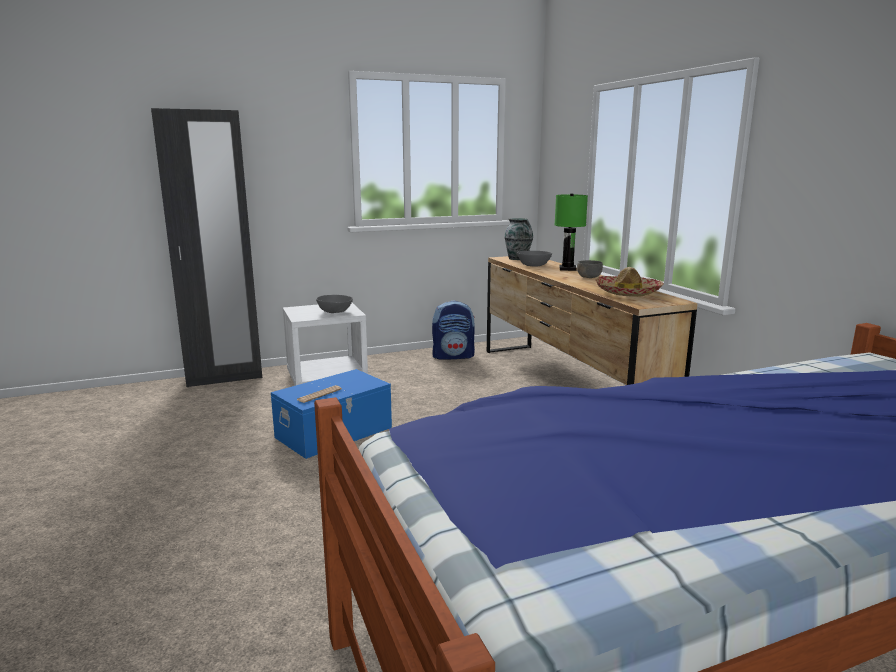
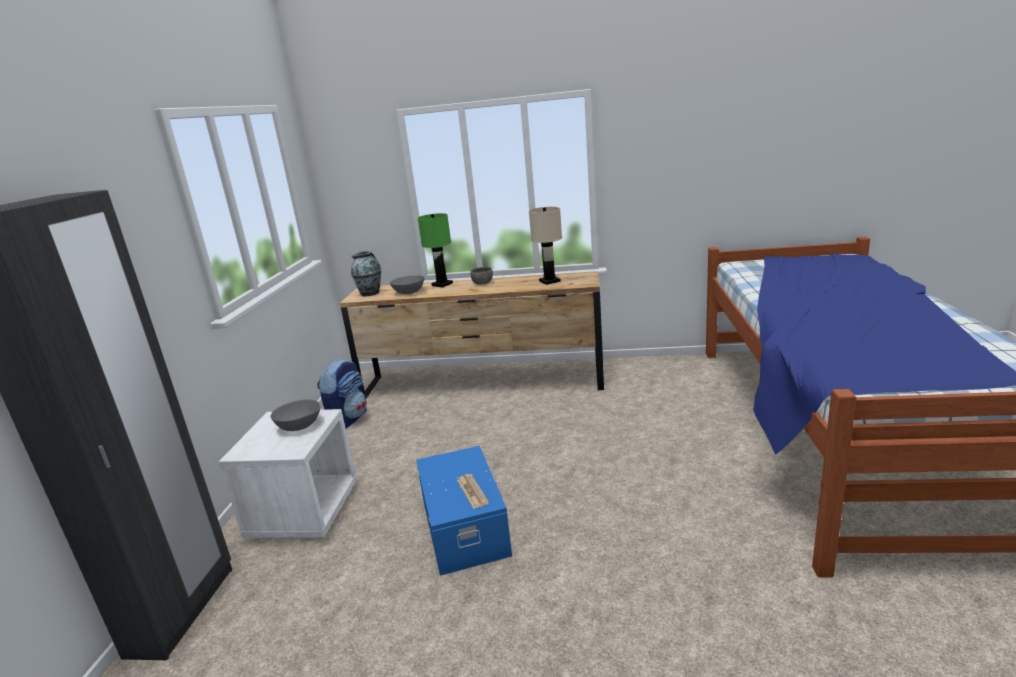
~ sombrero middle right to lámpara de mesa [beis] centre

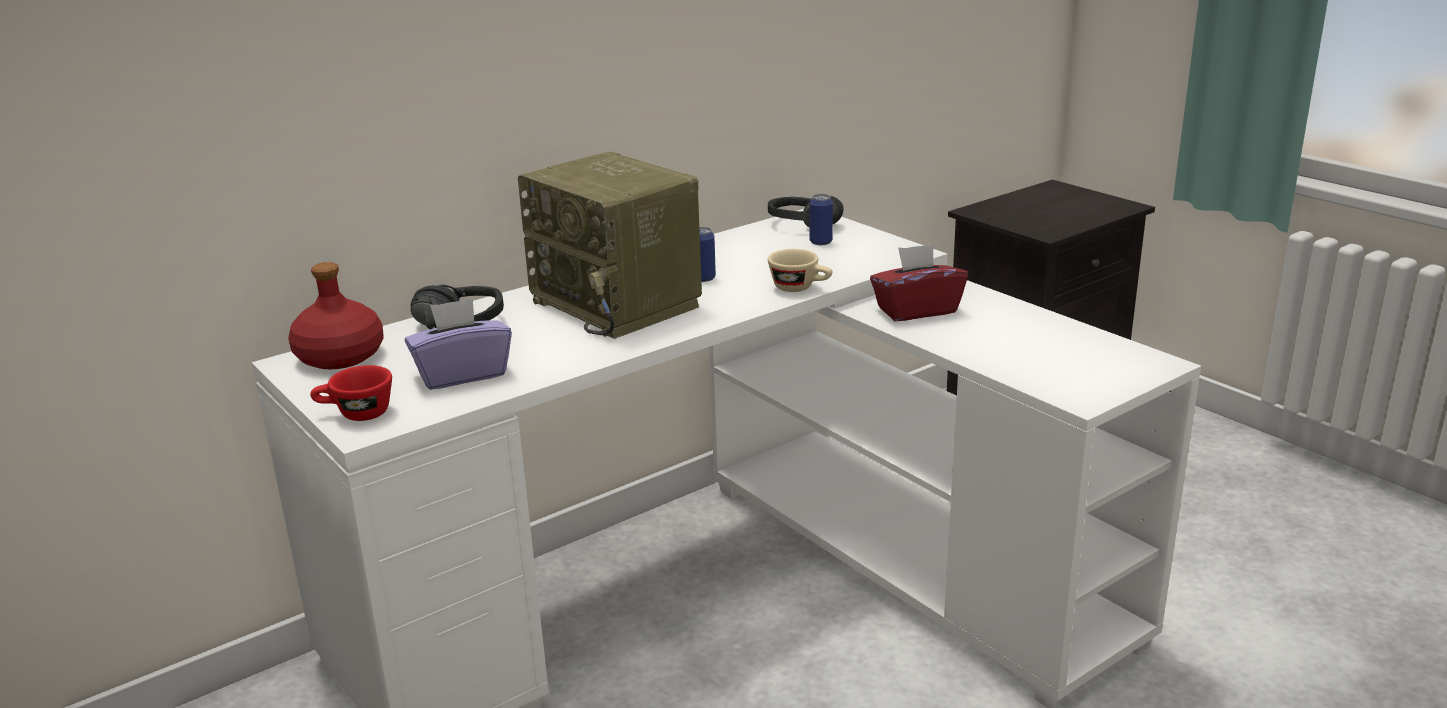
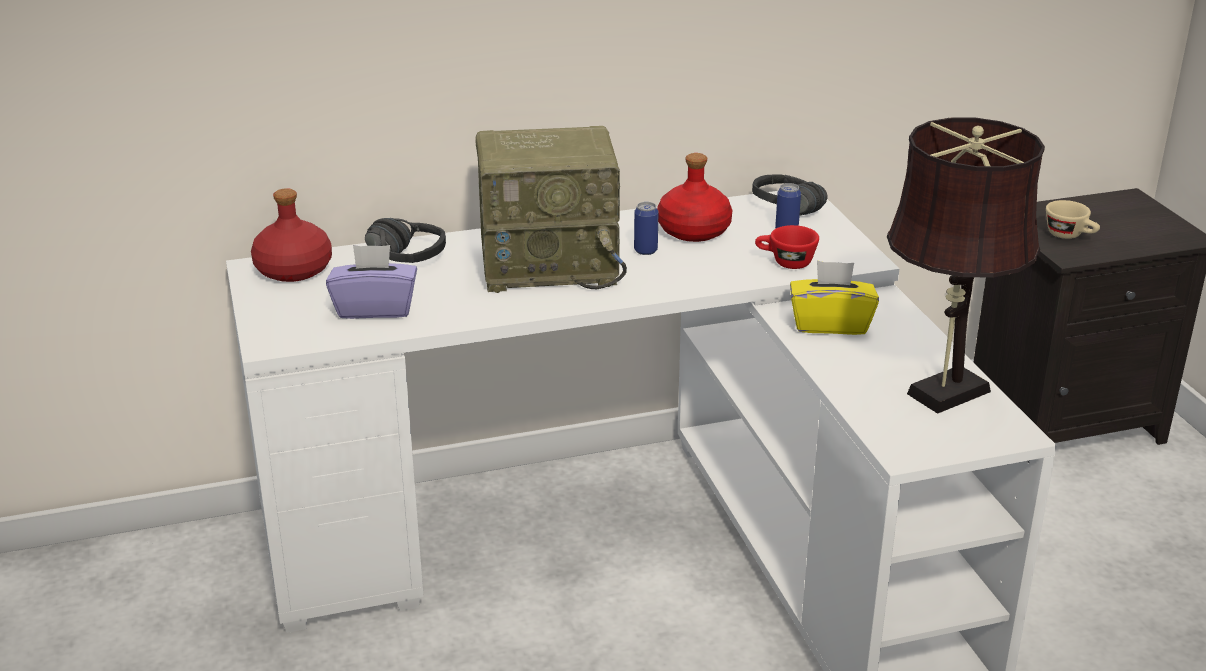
~ radio centre = top centre 75 degrees counterclockwise
+ botella [rojo] (2nd from left) top centre
~ taza [rojo] middle left to centre
~ caja de pañuelos [rojo] centre to caja de pañuelos [amarillo] middle right
+ lámpara de mesa [marrón] middle right
~ taza [beis] centre to top right

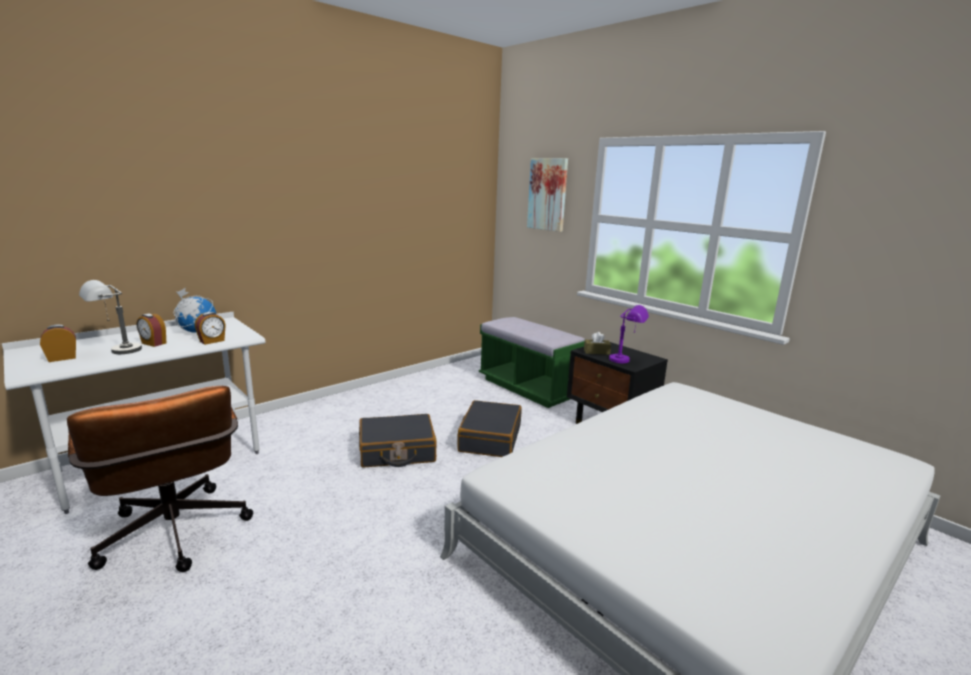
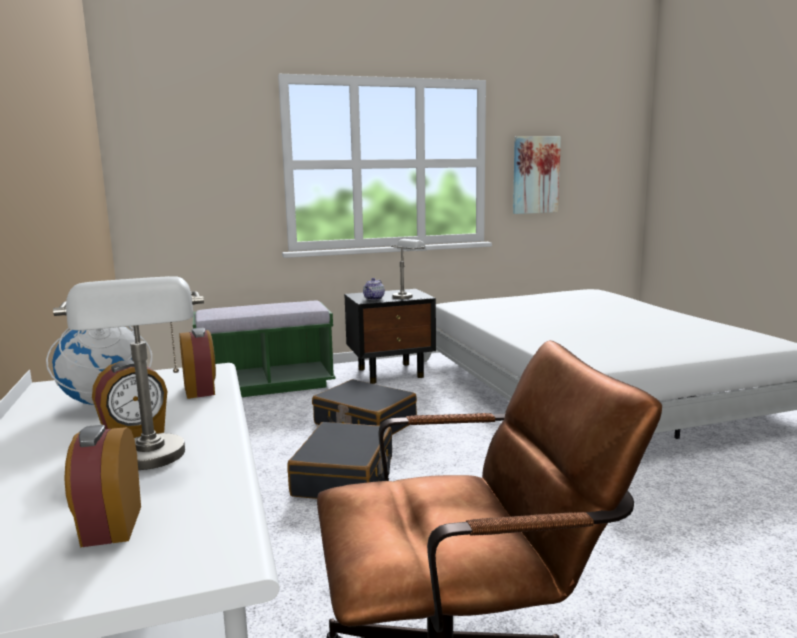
~ caja de pañuelos [marrón] centre to tetera centre
~ lámpara de mesa [morado] centre to lámpara de mesa [gris] (2nd from left) centre
~ cuadro top centre to top right

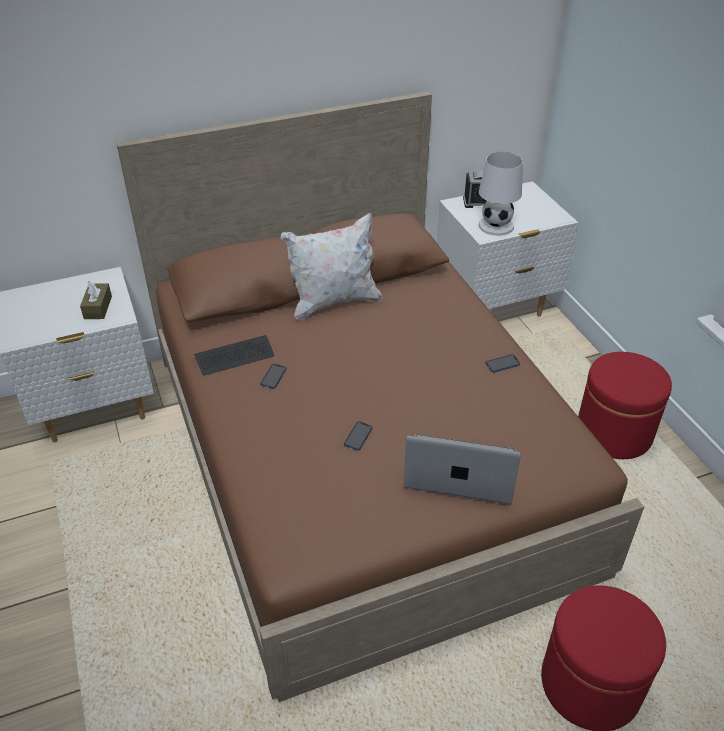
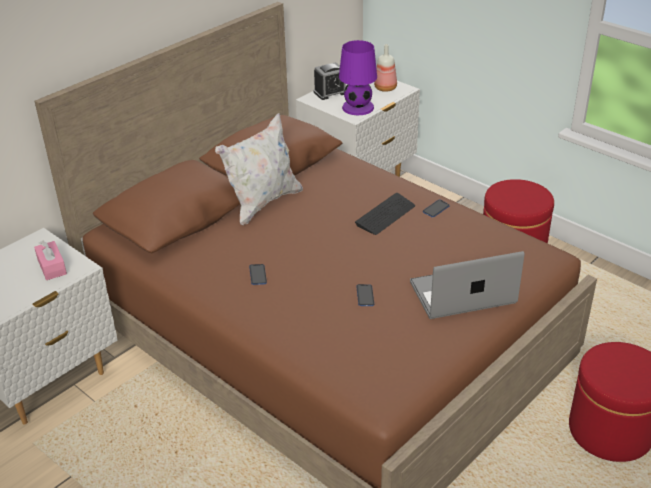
~ caja de pañuelos [marrón] middle left to caja de pañuelos [rosa] middle left
~ lámpara de mesa [blanco] top right to lámpara de mesa [morado] top centre
~ teclado middle left to centre
+ botella top centre

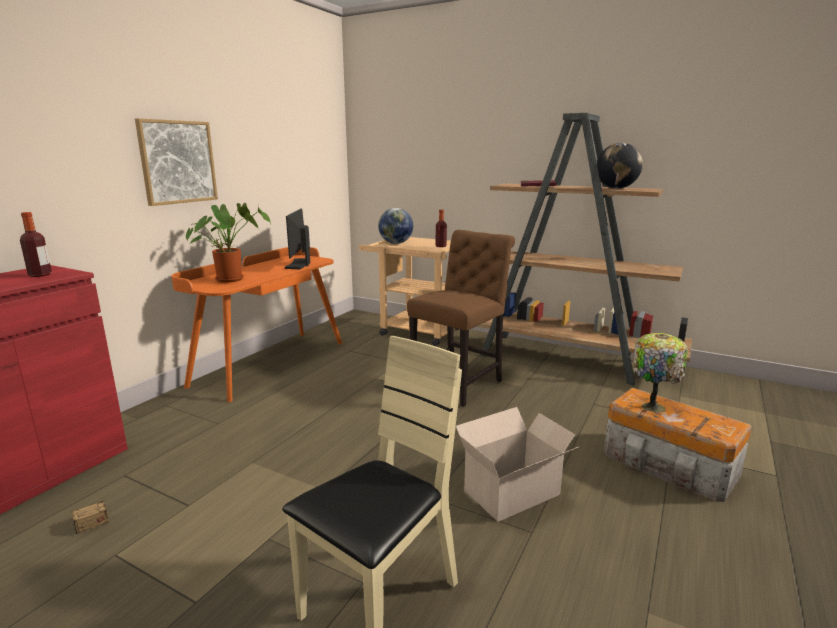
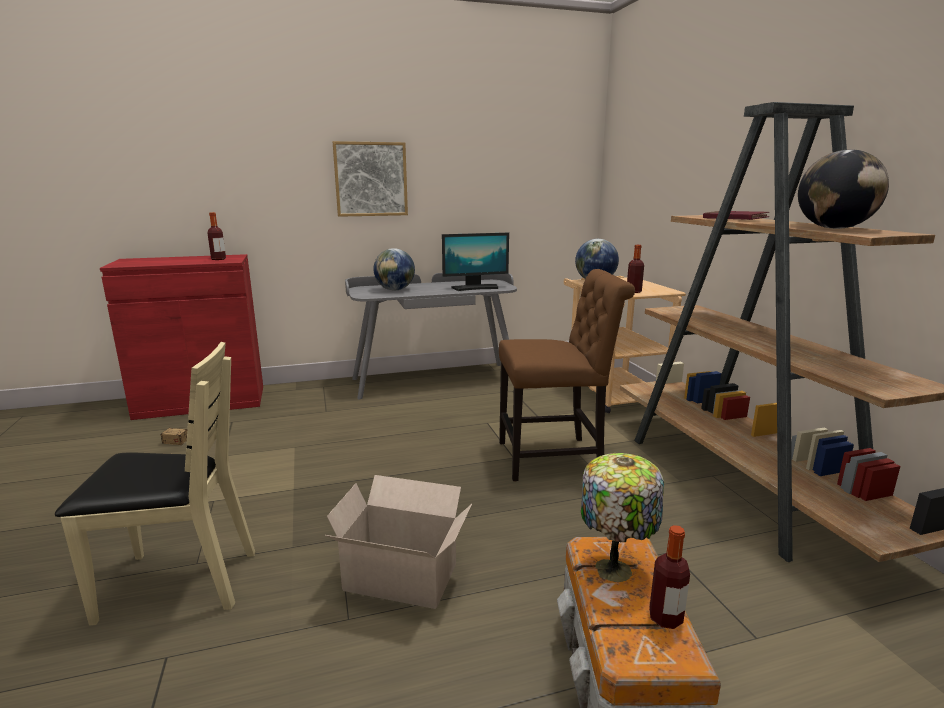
~ escritorio [naranja] middle left to escritorio [gris] centre
~ planta en maceta middle left to globo terráqueo (1st from left) centre
~ monitor centre = centre 150 degrees counterclockwise
+ botella (3rd from left) bottom right

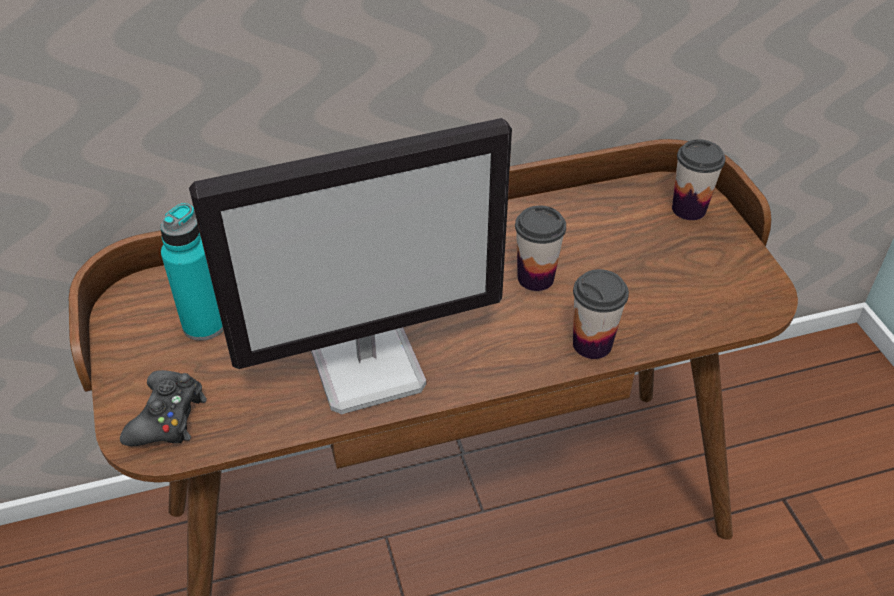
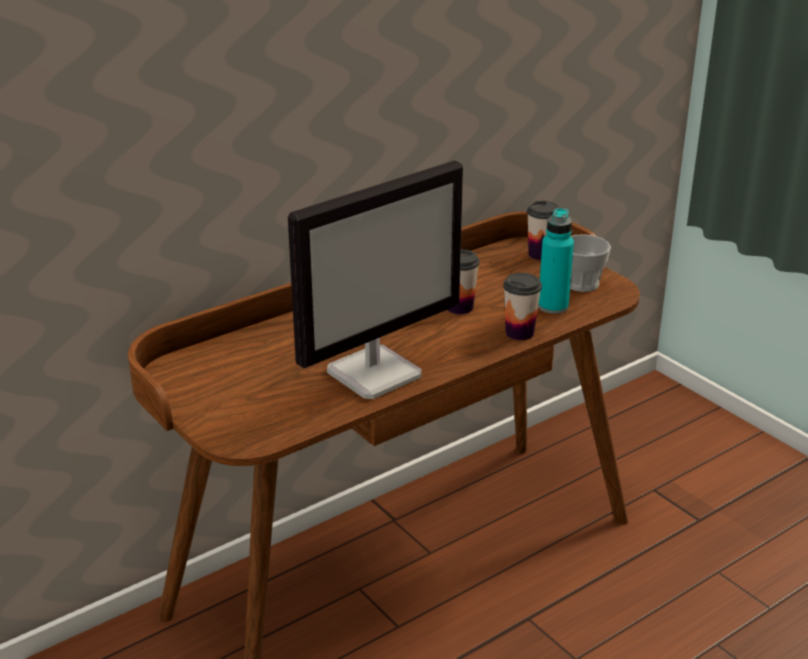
~ botella [turquesa] middle left to middle right
+ taza (4th from left) middle right
- mando de consola [negro] bottom left

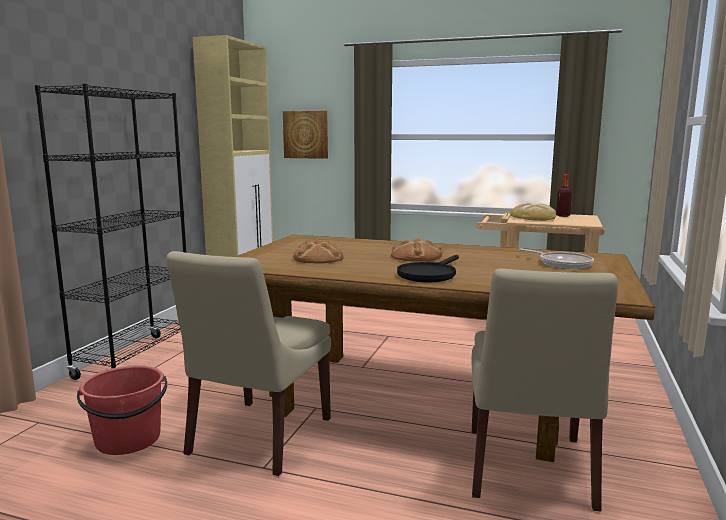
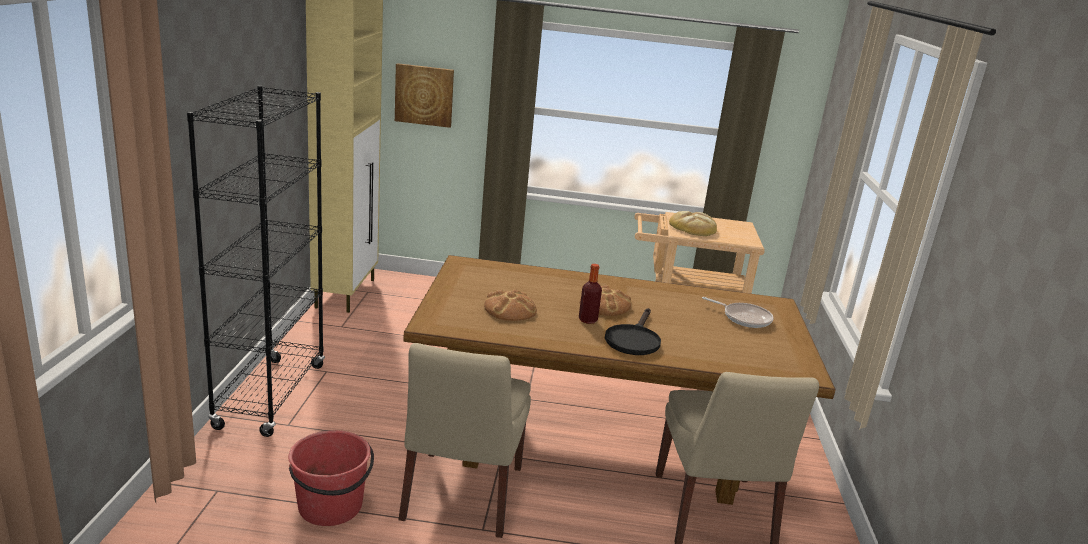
~ botella middle right to centre

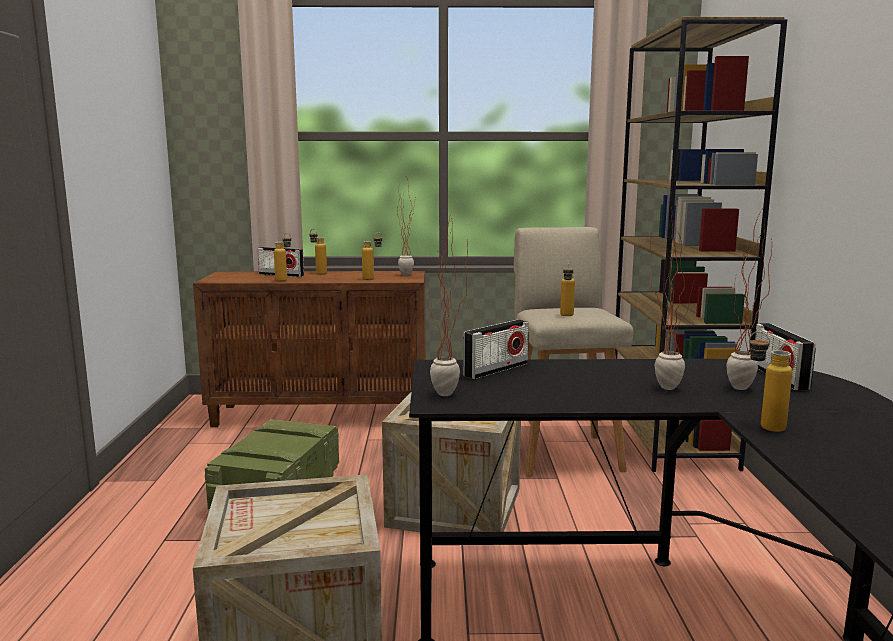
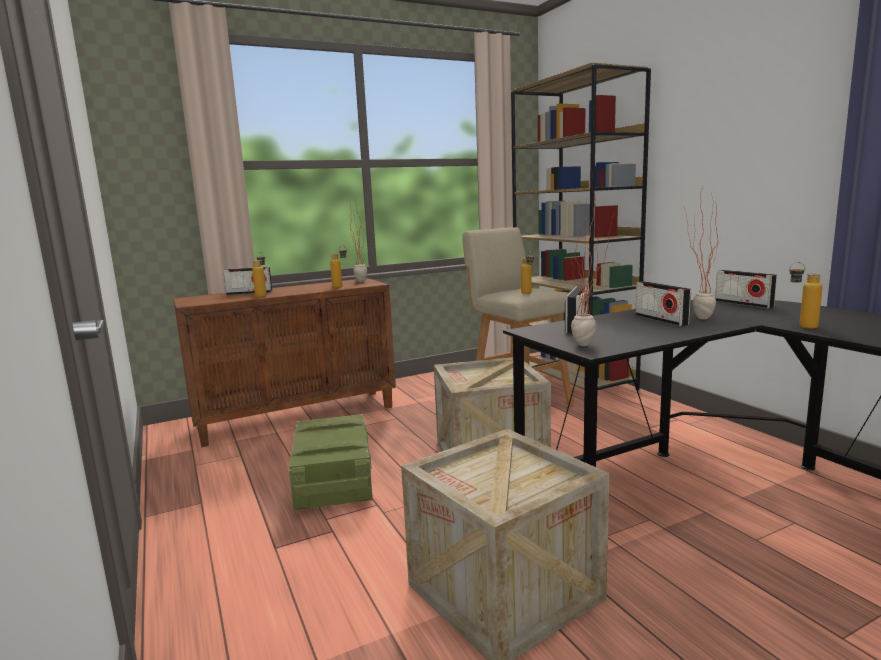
+ radio (3rd from left) middle right
- botella (2nd from left) centre
- planta en maceta (4th from left) middle right

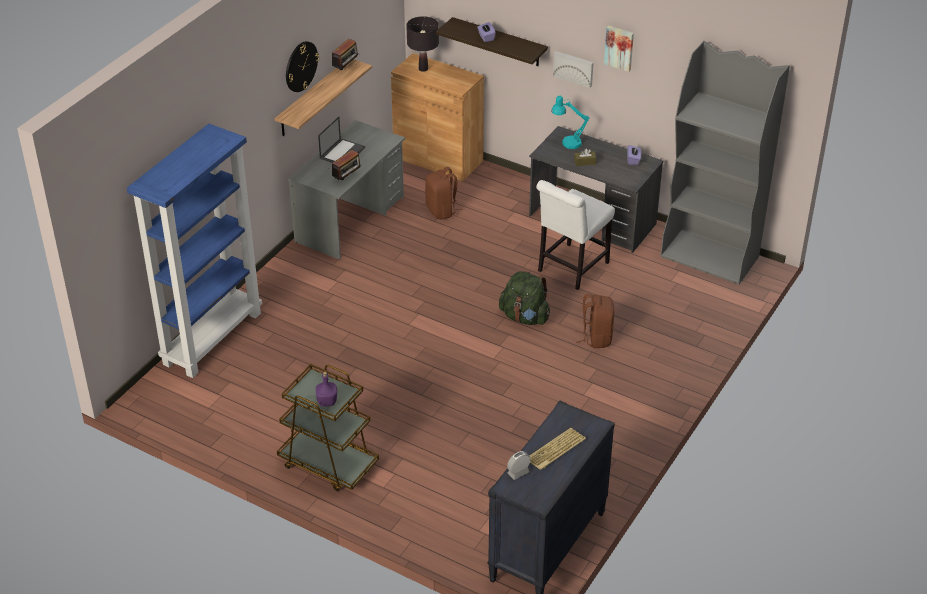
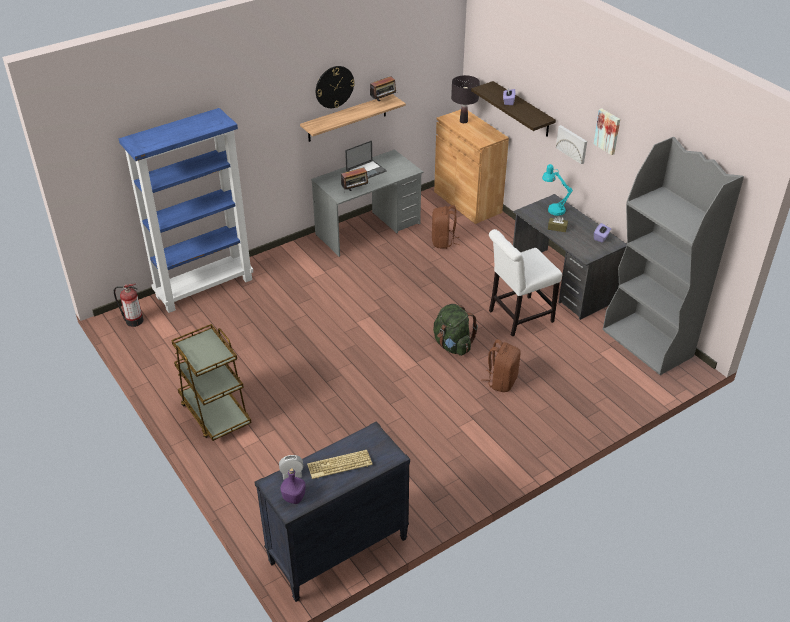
+ extintor middle left
~ botella [morado] centre to bottom centre

